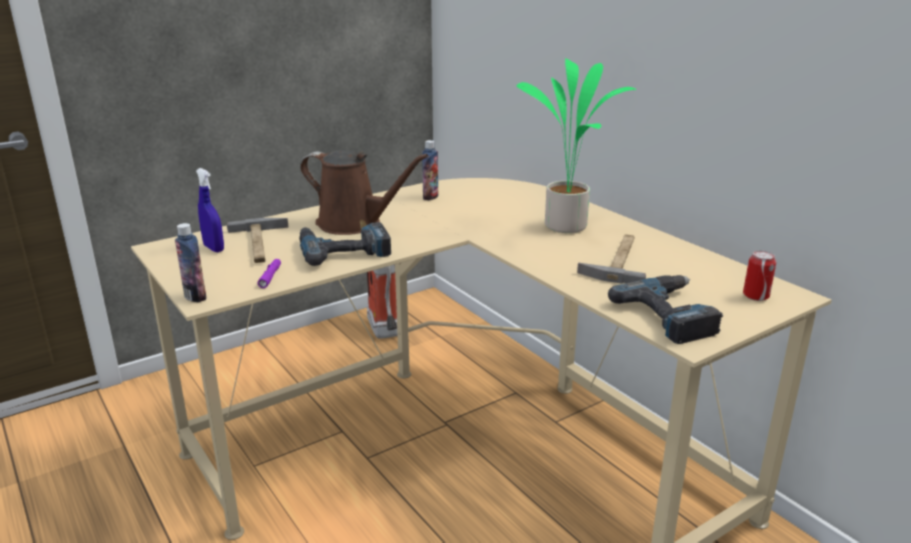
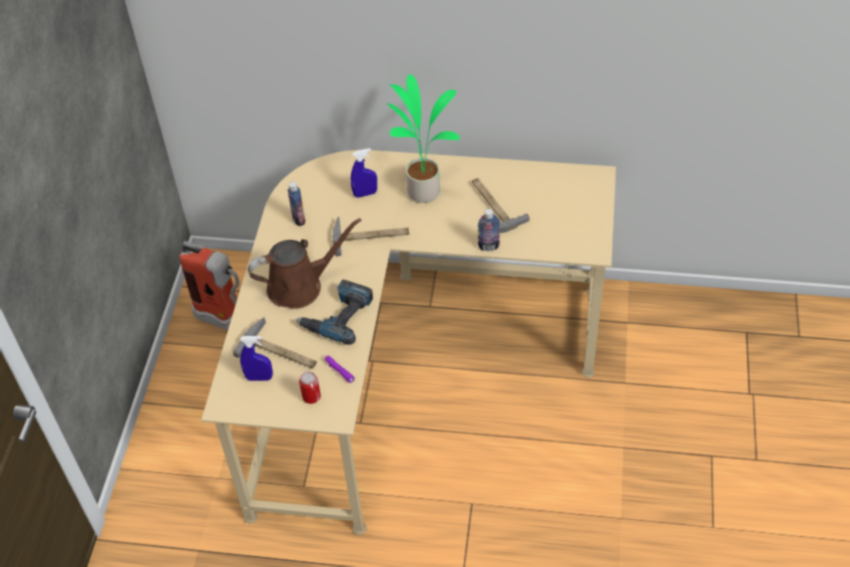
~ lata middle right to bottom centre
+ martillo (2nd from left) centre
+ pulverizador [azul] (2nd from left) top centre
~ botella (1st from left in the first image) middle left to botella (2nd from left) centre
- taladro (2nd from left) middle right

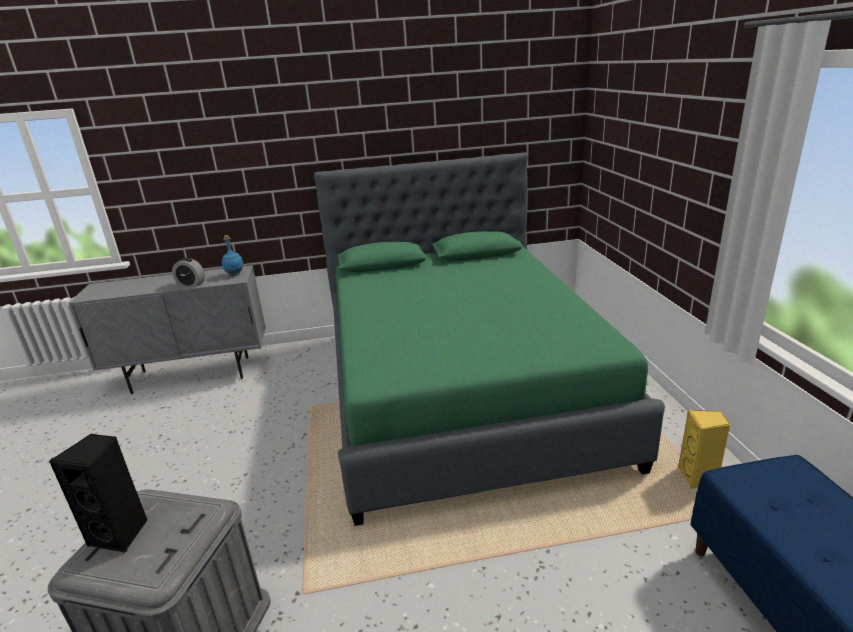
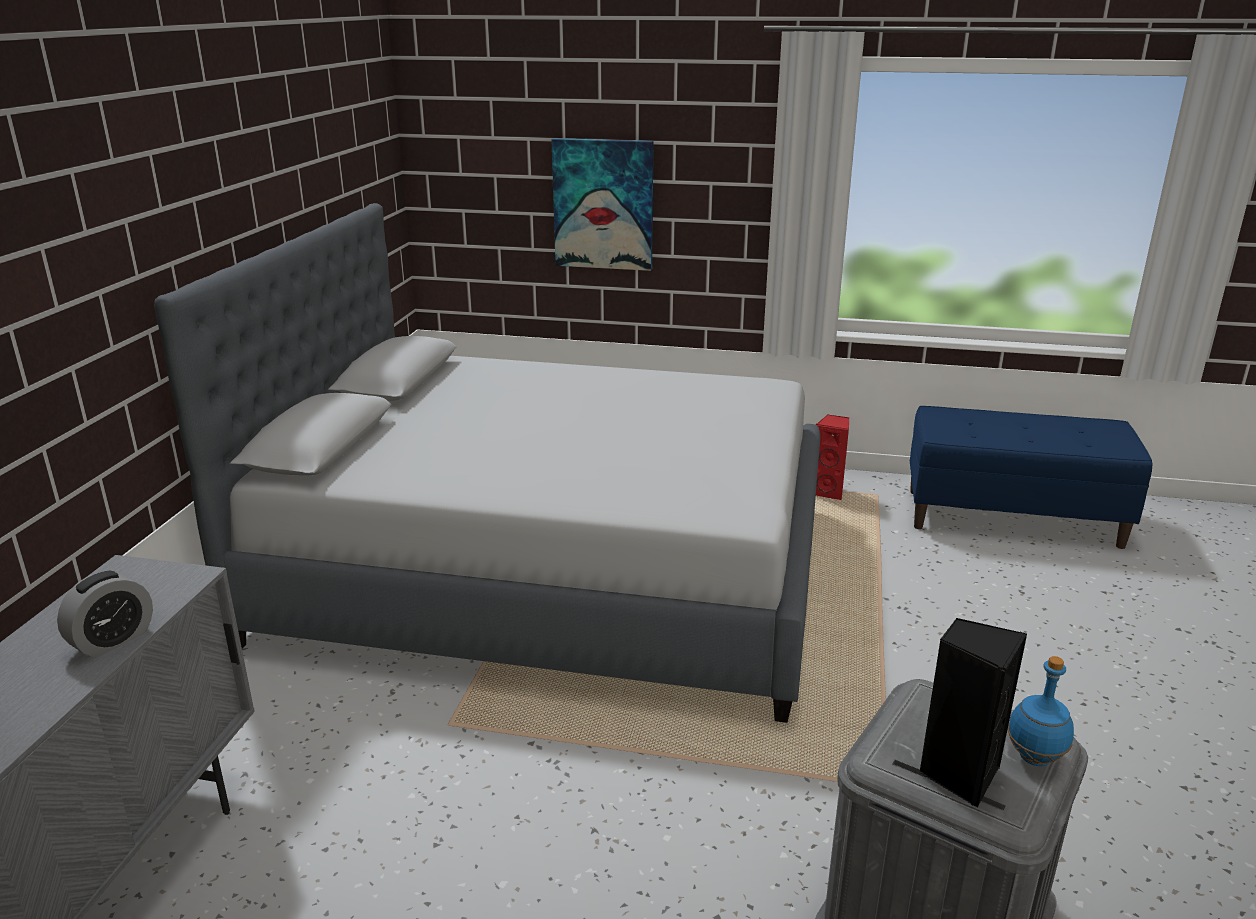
~ cama [verde] centre to cama [gris] centre
+ cuadro top centre
~ altavoz [amarillo] bottom right to altavoz [rojo] centre
~ botella [azul] middle left to bottom right

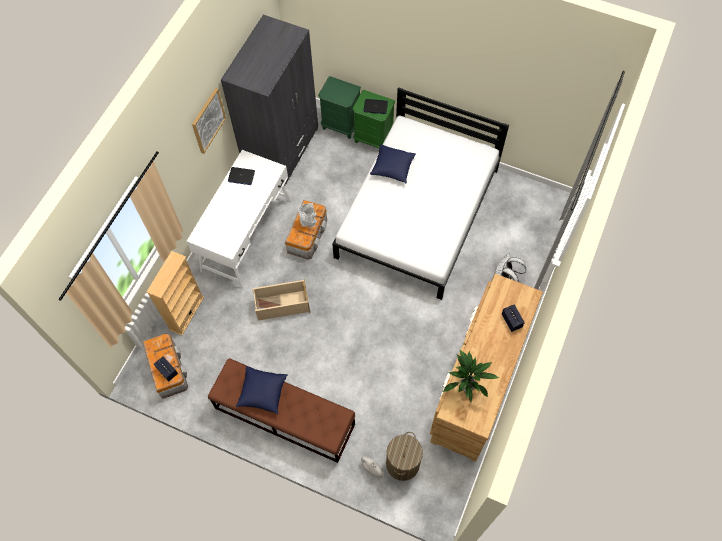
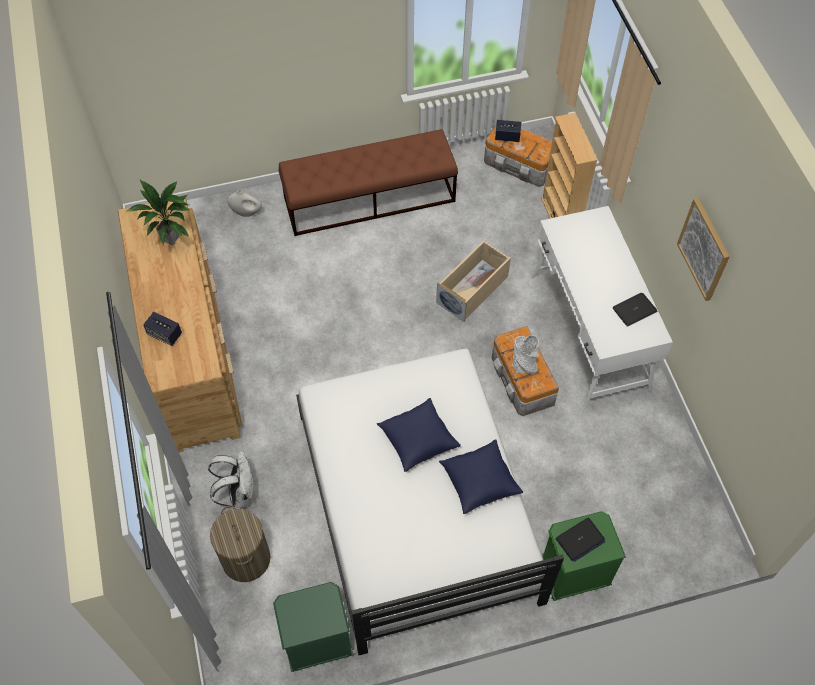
~ cesto de la ropa bottom centre to bottom left
~ mesita de noche [verde] (1st from left) top centre to bottom centre
~ cojín [azul] (1st from left) bottom centre to centre
- armario ropero [gris] top centre

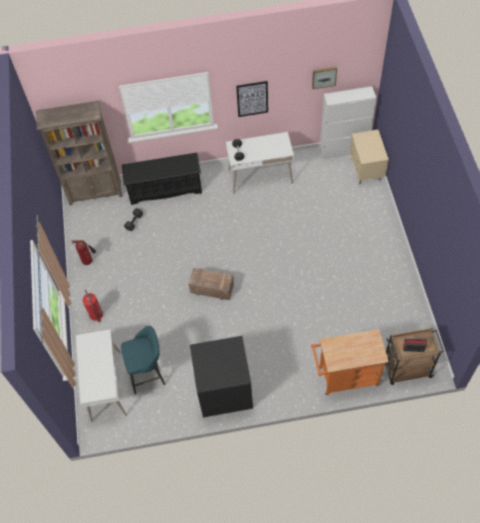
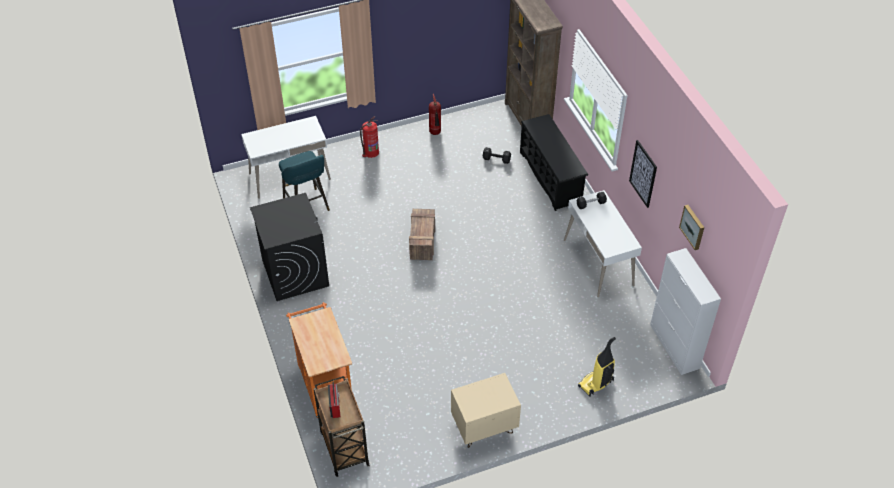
~ mesita de noche [beis] top right to bottom centre
+ aspiradora bottom right

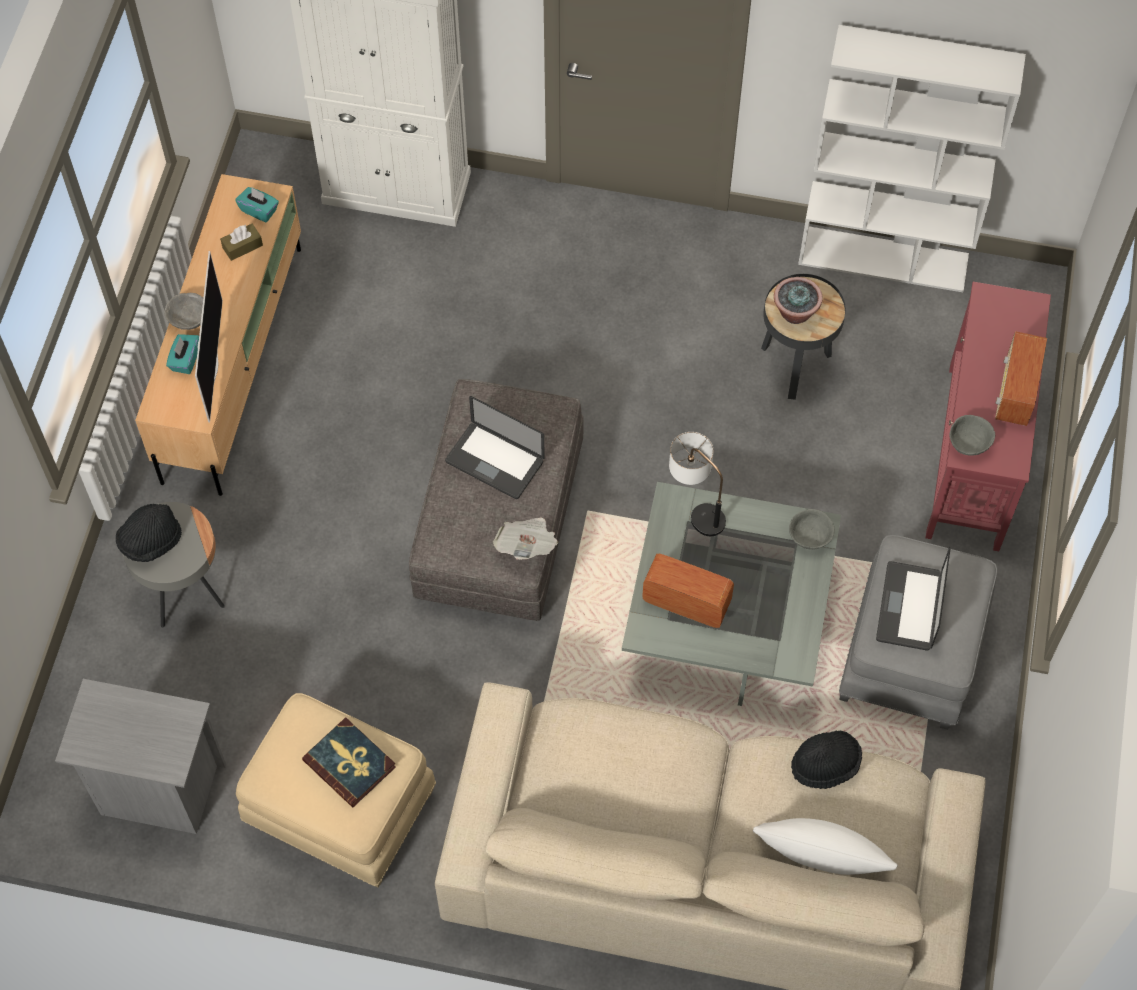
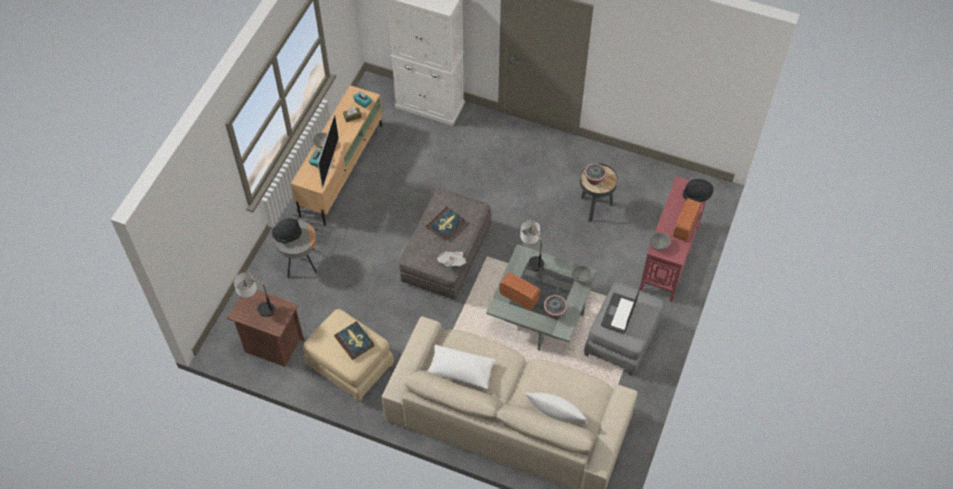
~ mesita de noche [gris] bottom left to mesita de noche [marrón] bottom left
+ lámpara de mesa (1st from left) middle left
~ portátil (1st from left) centre to libro (2nd from left) centre
+ cojín [blanco] (1st from left) bottom centre
+ planta en maceta (1st from left) centre
~ sombrero [negro] (2nd from left) bottom right to middle right
- estantería [blanco] top right

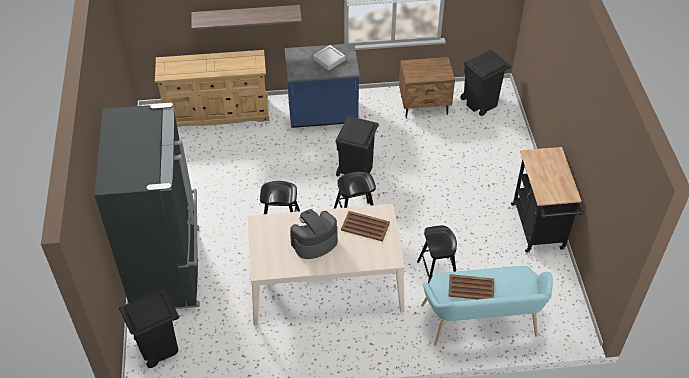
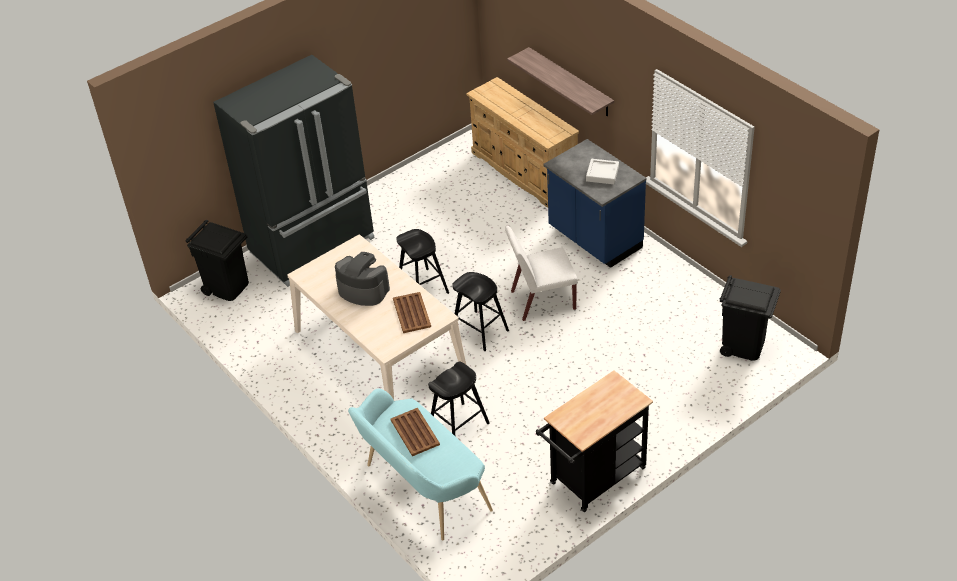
~ papelera [negro] (2nd from left) centre to silla [blanco] centre
- mesita de noche [marrón] top centre

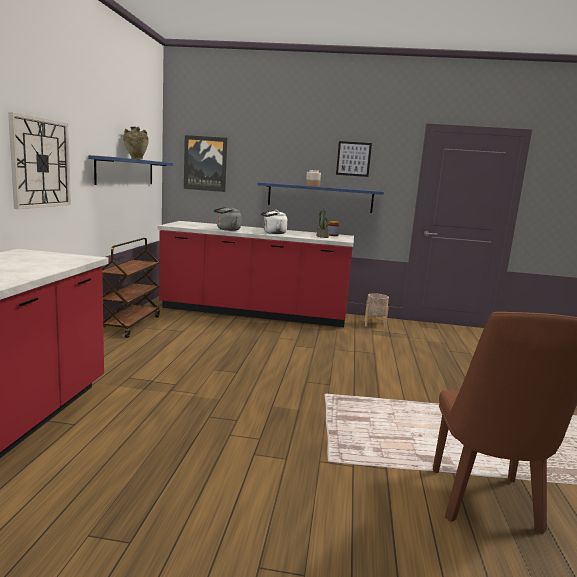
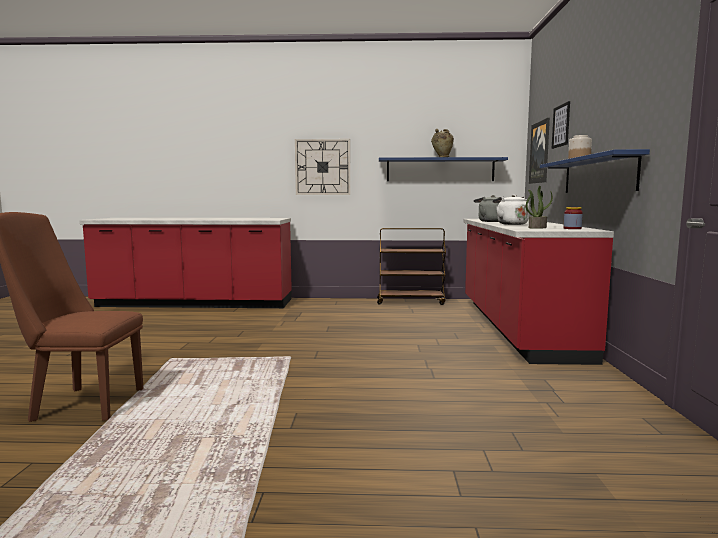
~ cuadro (2nd from left) top centre to top right
- maceta [beis] centre

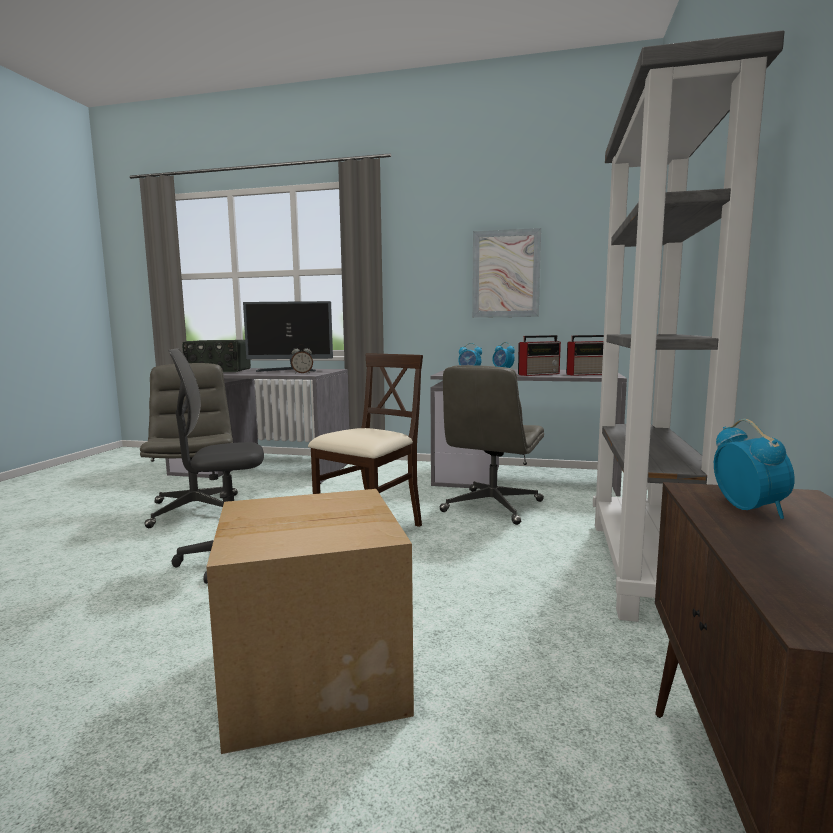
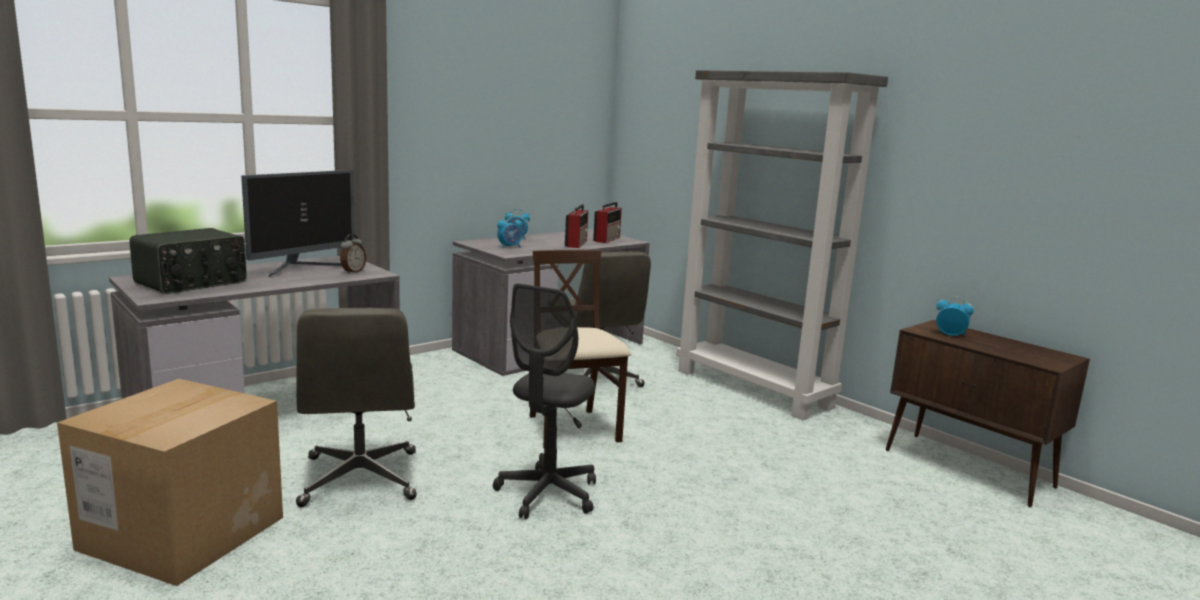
~ caja de cartón bottom centre to bottom left
~ silla de oficina [gris] (1st from left) middle left = bottom left 120 degrees counterclockwise
- cuadro top centre

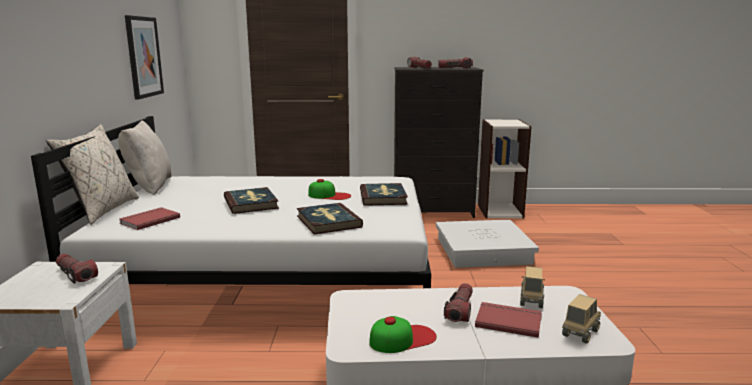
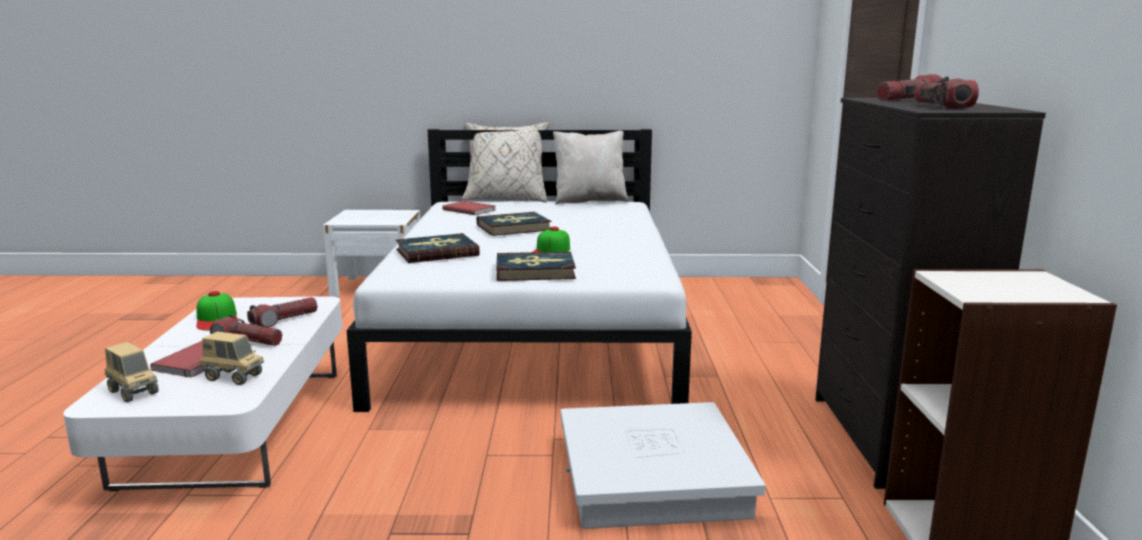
~ linterna (1st from left in the first image) bottom left to linterna (2nd from left) middle left
- cuadro top left

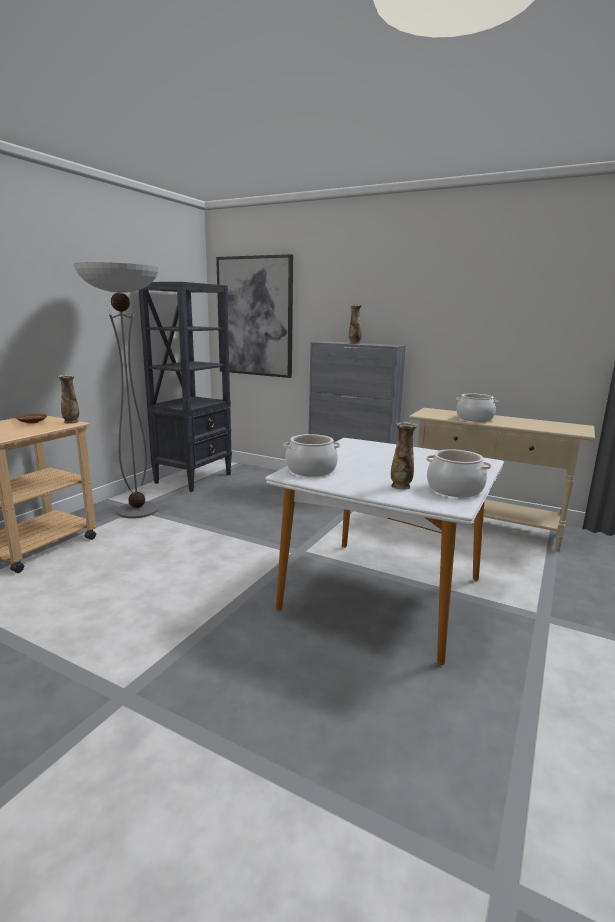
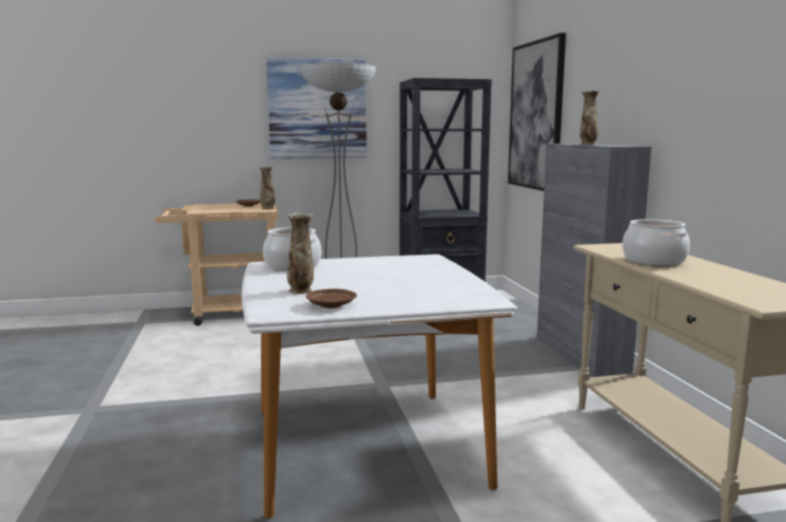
+ cuadro (1st from left) top centre
~ olla (2nd from left) middle right to plato [marrón] (2nd from left) centre

